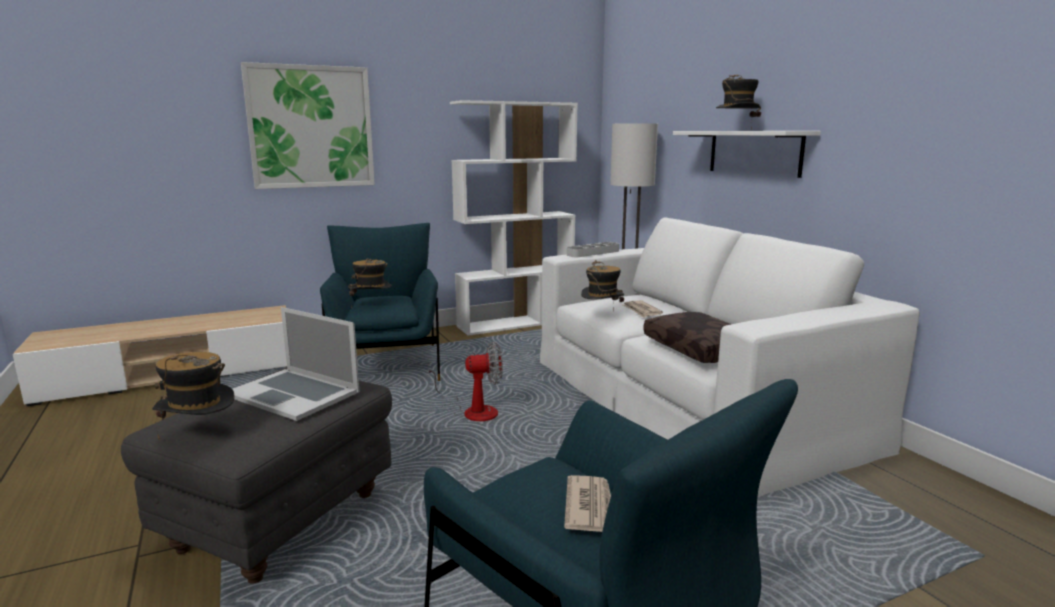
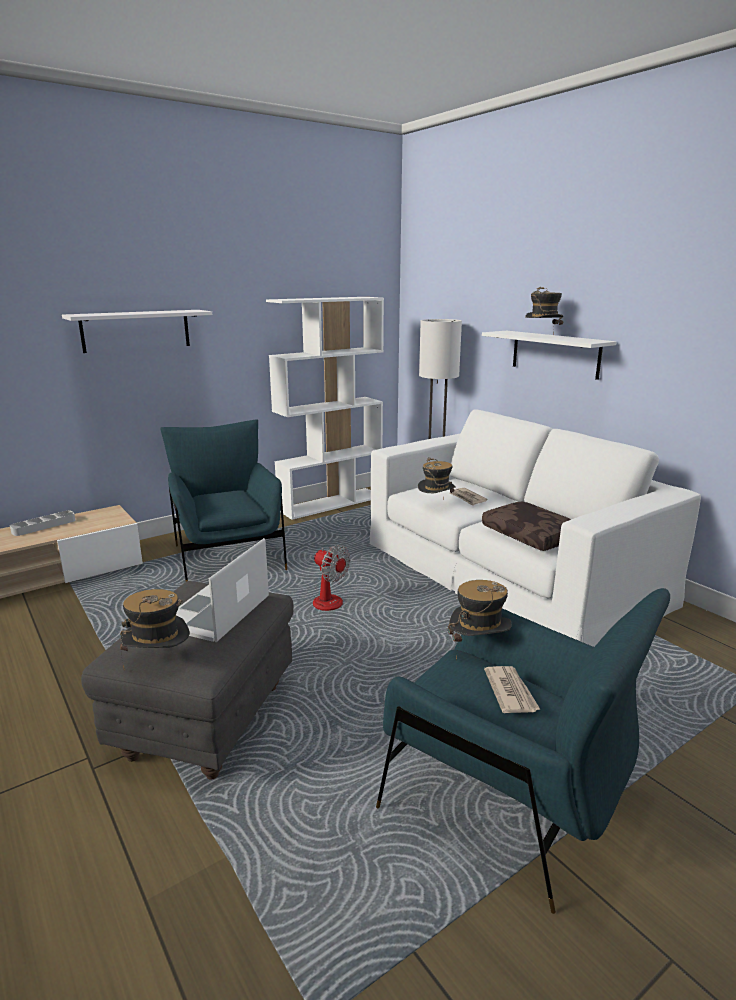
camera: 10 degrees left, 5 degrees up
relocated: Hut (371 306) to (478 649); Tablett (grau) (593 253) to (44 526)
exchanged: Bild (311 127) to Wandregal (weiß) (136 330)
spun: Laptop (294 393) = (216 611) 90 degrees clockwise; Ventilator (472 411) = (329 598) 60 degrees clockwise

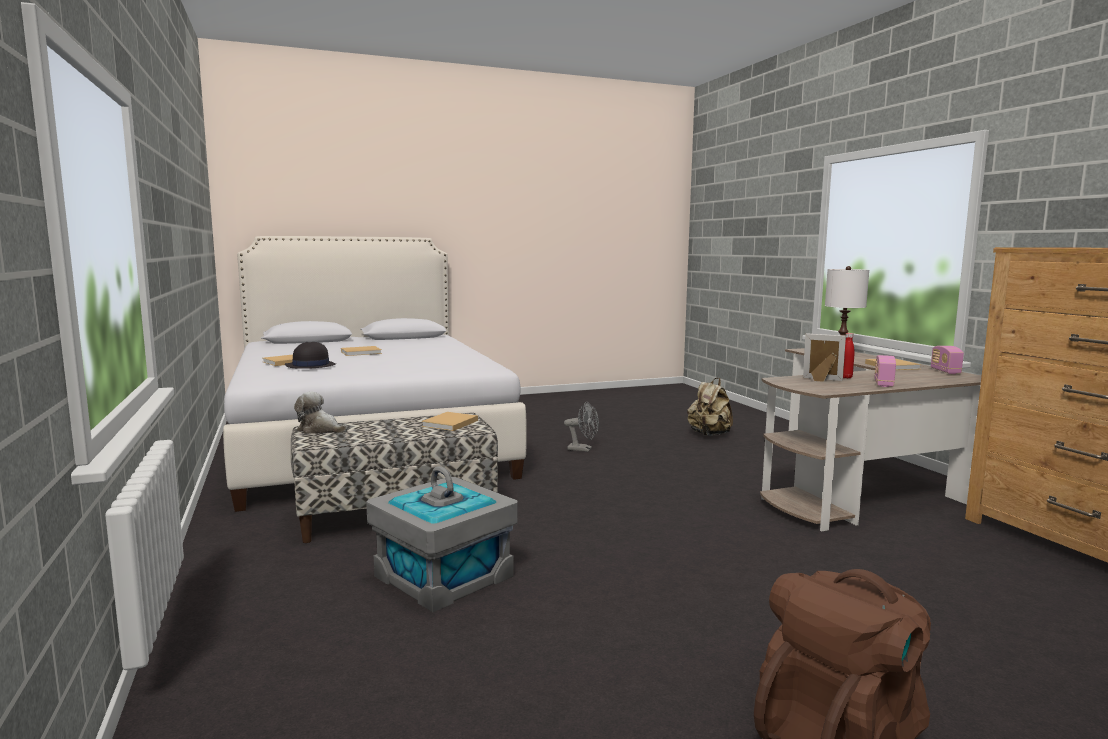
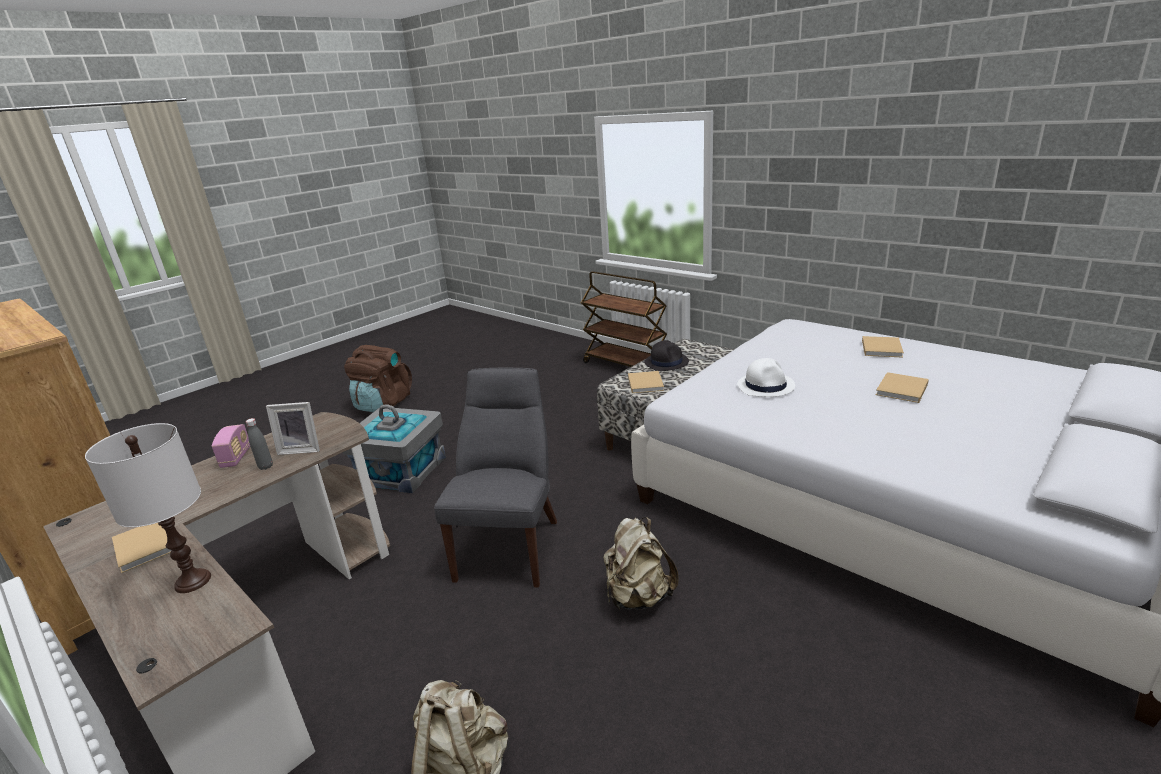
camera: 155 degrees right, 15 degrees up
missing: Plüschtier (320 430); Radio (945 371)
appeared: Stuhl (grau) (510 546); Rollwagen (braun) (626 365); Hut (weiß) (766 386)
relocated: Hut (schwarz) (310 366) to (666 362); Aufbewahrungsbox (grau) (443 576) to (402 471)
exchanged: Ventilator (grau) (583 449) to Rucksack (beige) (638 596)
colour: Flasche (rot) (846 377) to Flasche (grau) (266 466)

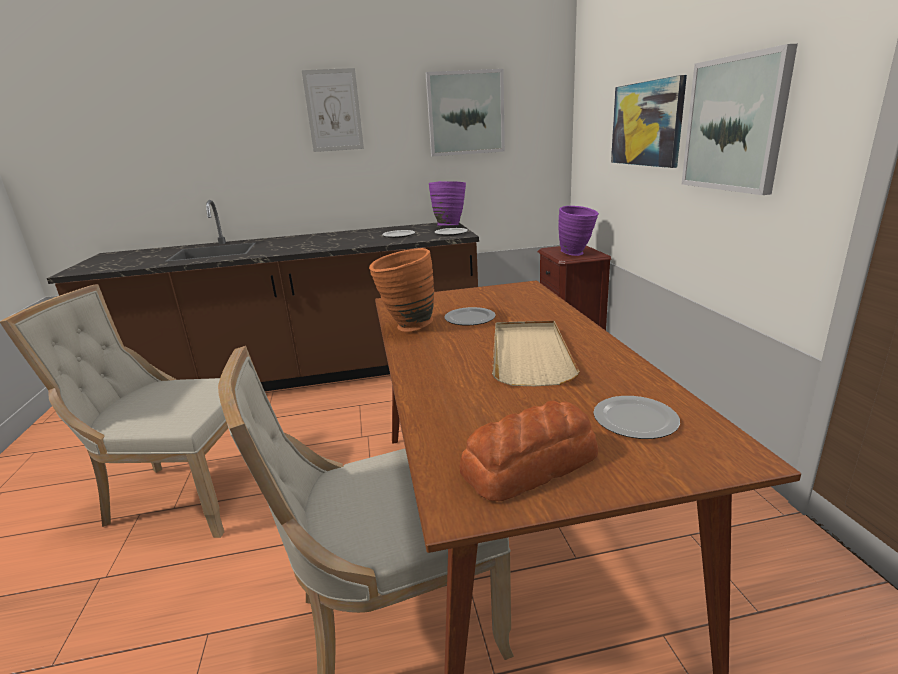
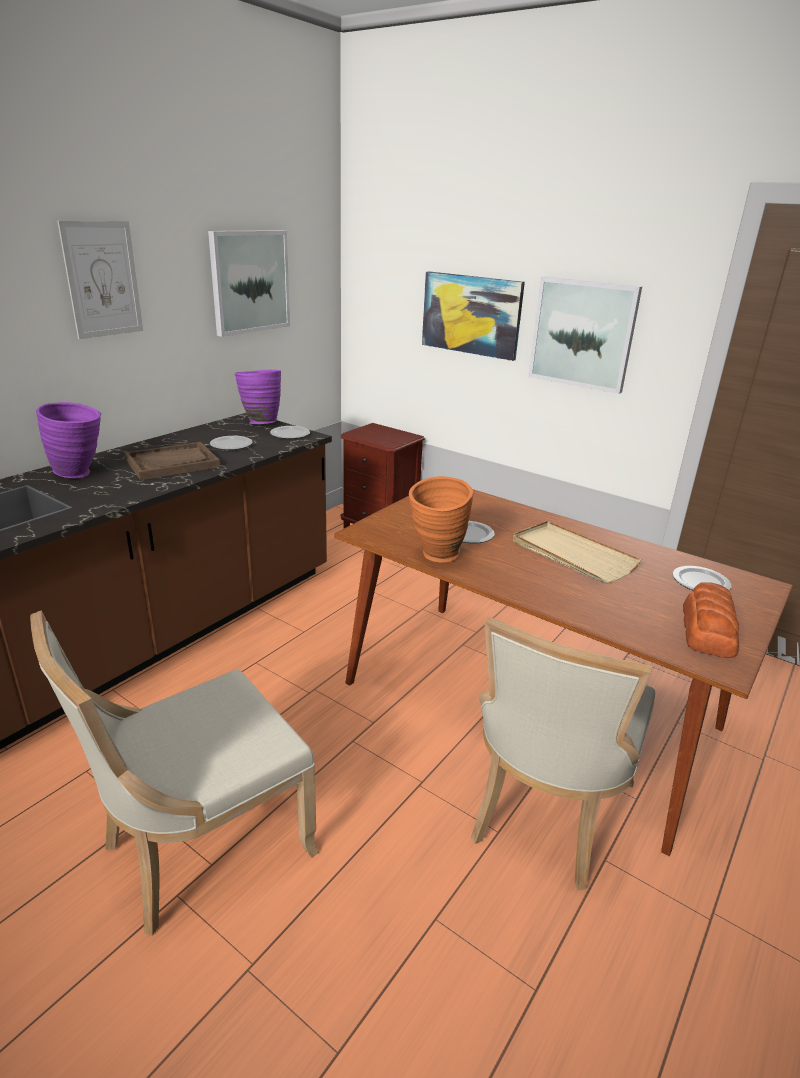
camera: 45 degrees left, 5 degrees up
appeared: Tablett (braun) (172 463)
relocated: Vase (lila) (577 254) to (81 474)

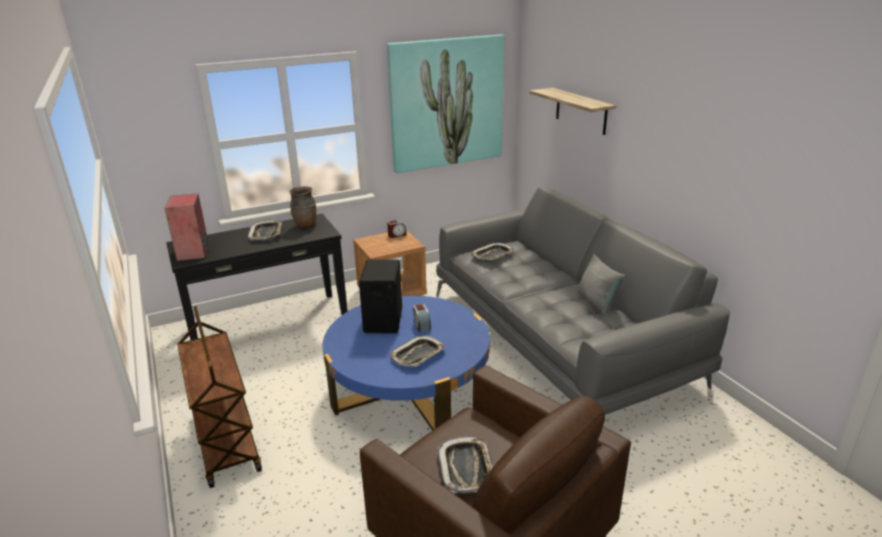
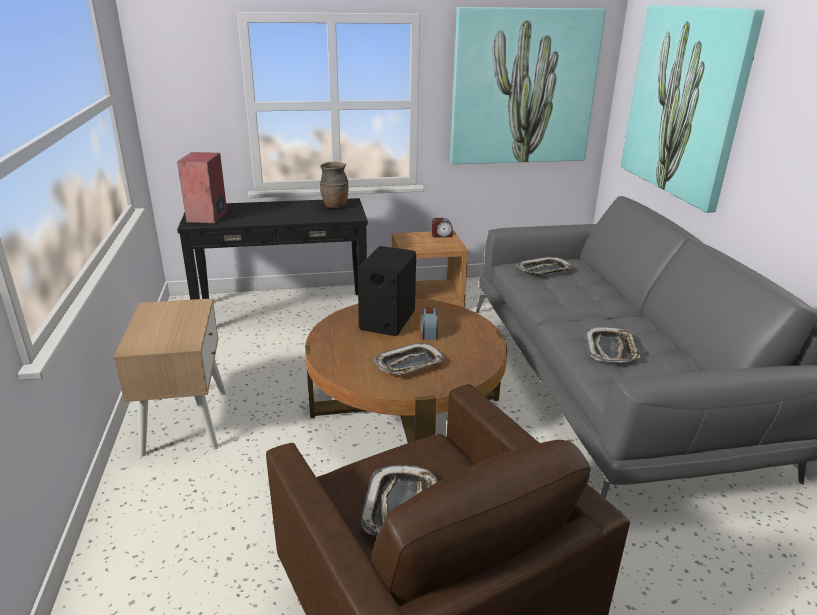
camera: 15 degrees right, 0 degrees up
missing: Kissen (grau) (596 302)
relocated: Tablett (266 233) to (611 349)
exchanged: Rollwagen (braun) (225 441) to Nachttisch (beige) (185 421); Wandregal (581 111) to Bild (685 102)
colour: Couchtisch (blau) (409 387) to Couchtisch (braun) (405 404)

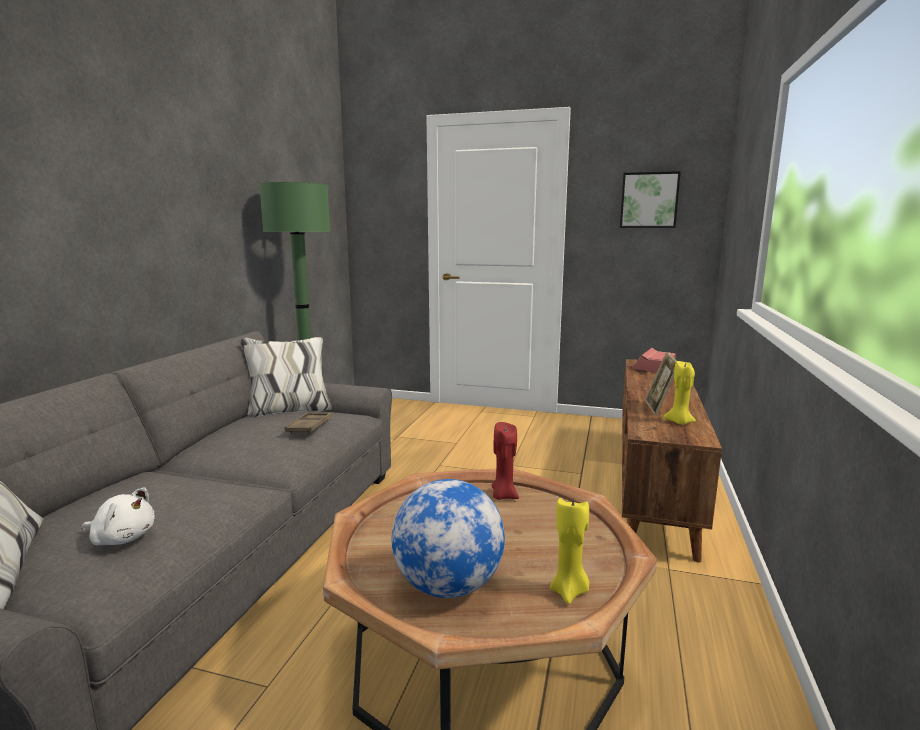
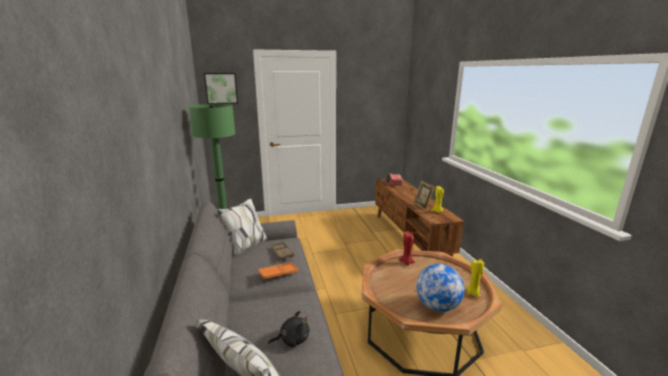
camera: 30 degrees left, 5 degrees up
appeared: Tablett (orange) (278 273)
relocated: Bild (649 200) to (221 88)
colour: Plüschtier (weiß) (122 538) to Plüschtier (schwarz) (292 339)

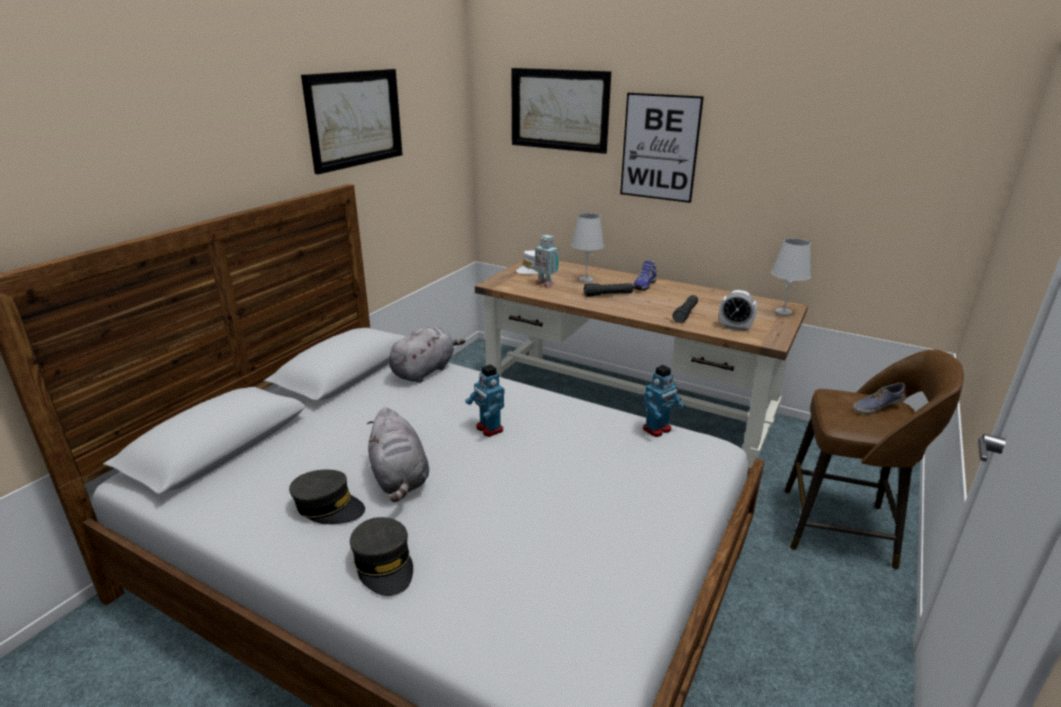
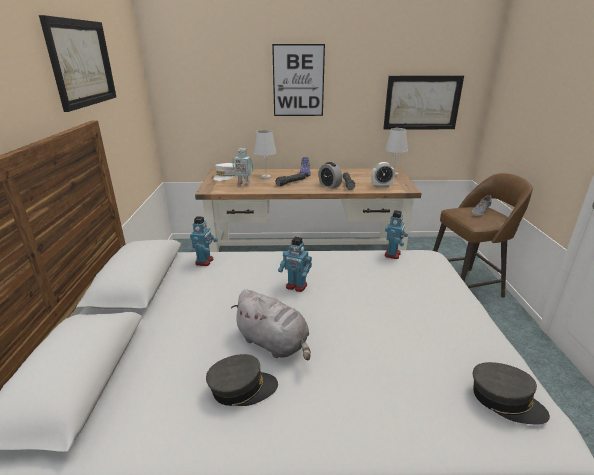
camera: 30 degrees left, 0 degrees up
appeared: Wecker (329 185)
relocated: Kappe (grau) (384 564) to (505 400); Bild (559 110) to (422 103)
exchanged: Plüschtier (grau) (425 371) to Spielzeugroboter (205 261)

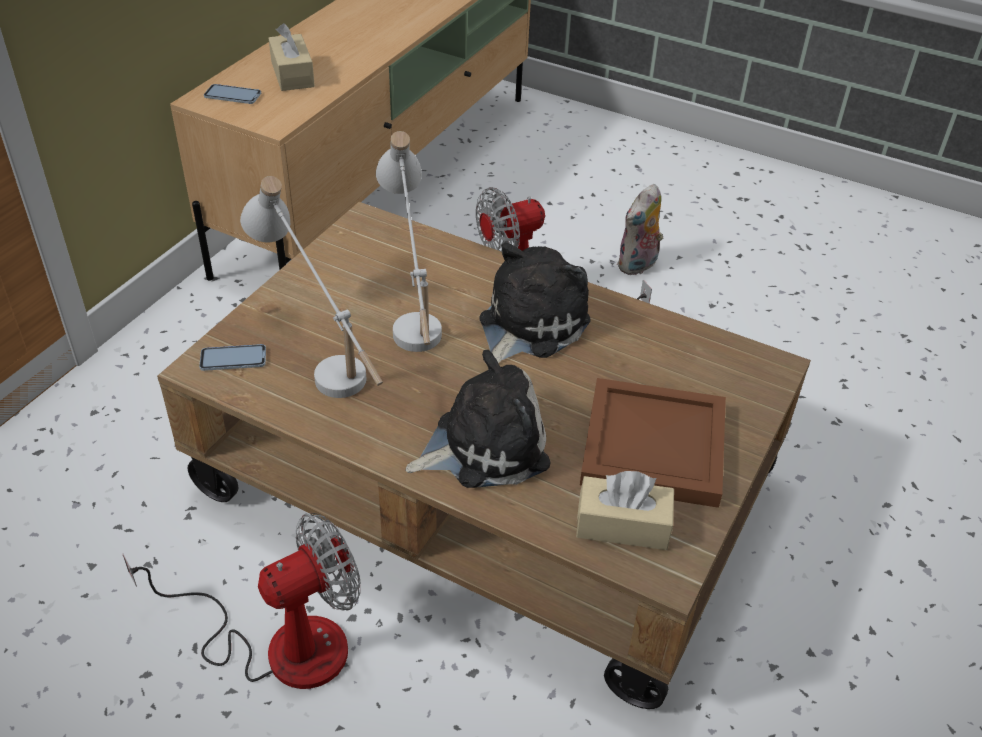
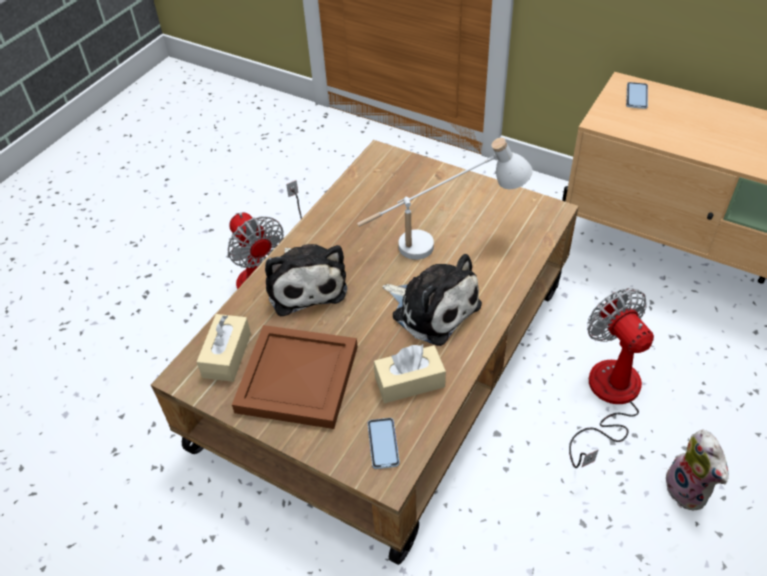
camera: 95 degrees right, 5 degrees up
missing: Tischlampe (weiß) (321 358)
relocated: Handy (233 359) to (383 444); Taschentuchbox (beige) (292 74) to (409 382)
spun: Plüschtier (638 266) = (689 490) 150 degrees counterclockwise

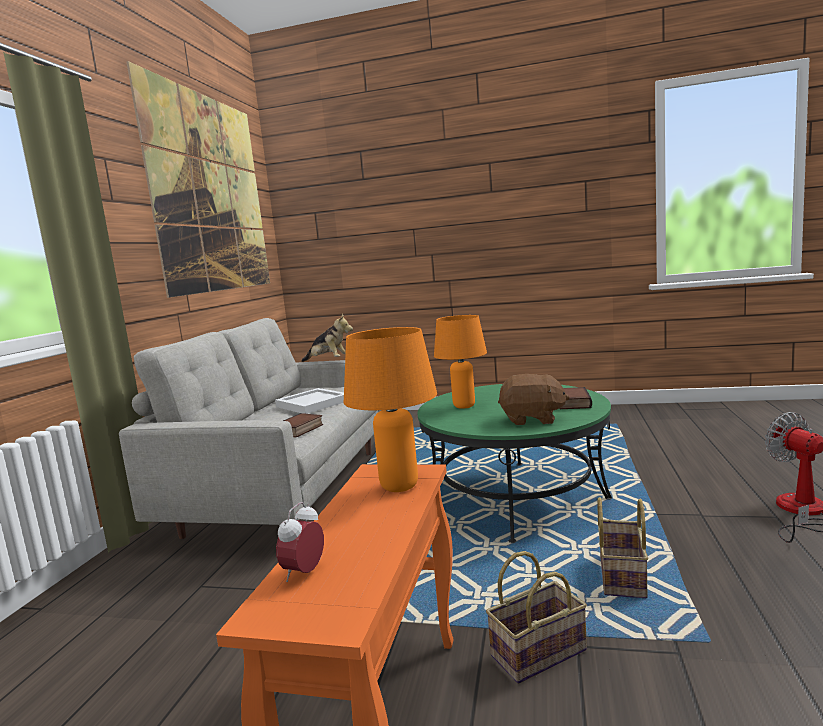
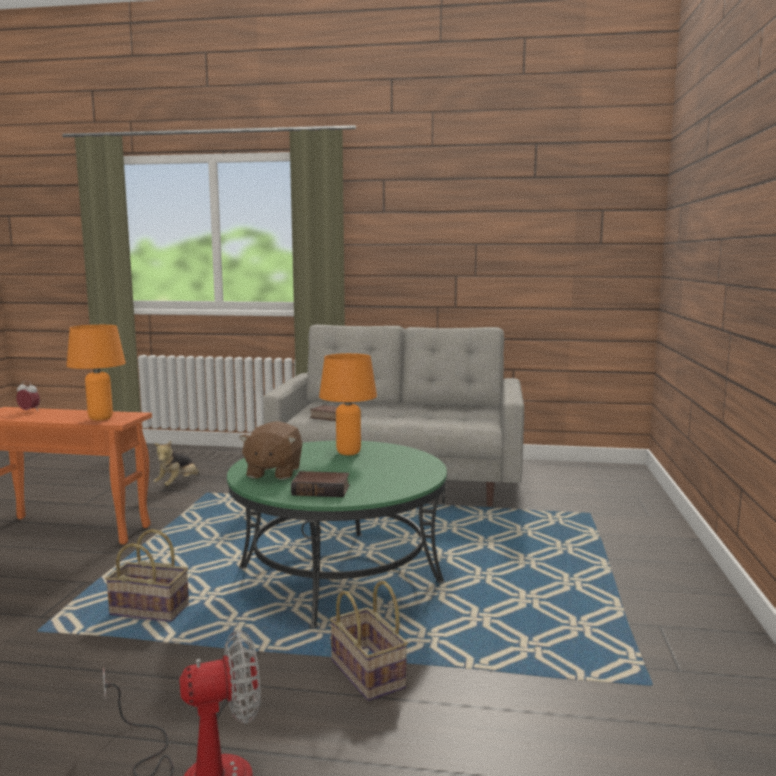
camera: 85 degrees right, 0 degrees up
missing: Bild (211 194); Tablett (weiß) (313 403)
relocated: Plüschtier (329 361) to (178 484); Korb (539 651) to (370 674)

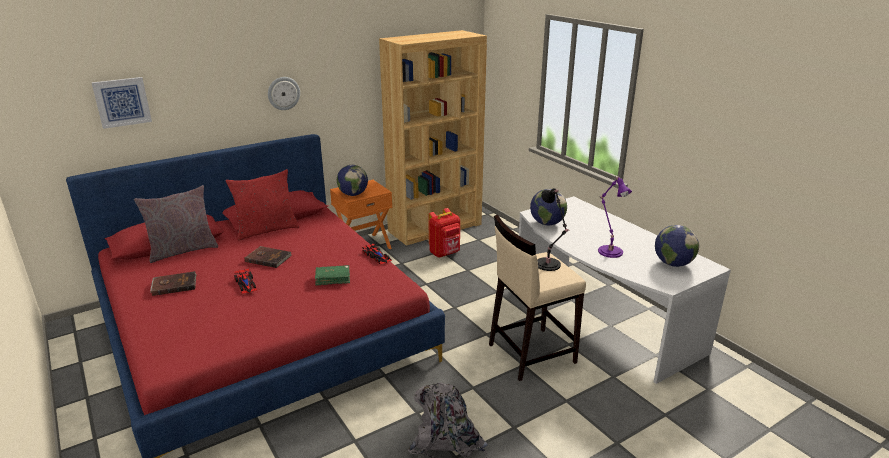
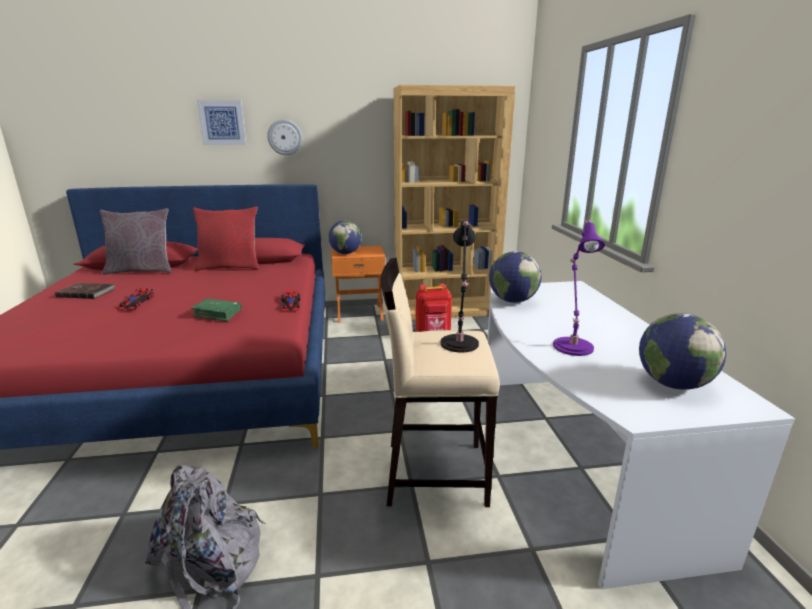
camera: 25 degrees right, 5 degrees down
missing: Buch (braun) (268 258)
relocated: Bild (122 102) to (222 122)

